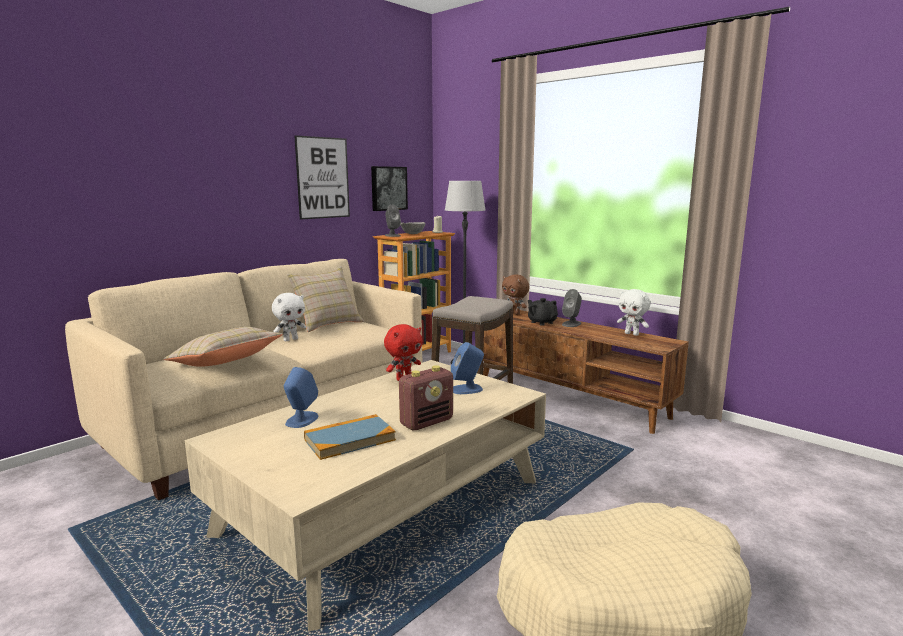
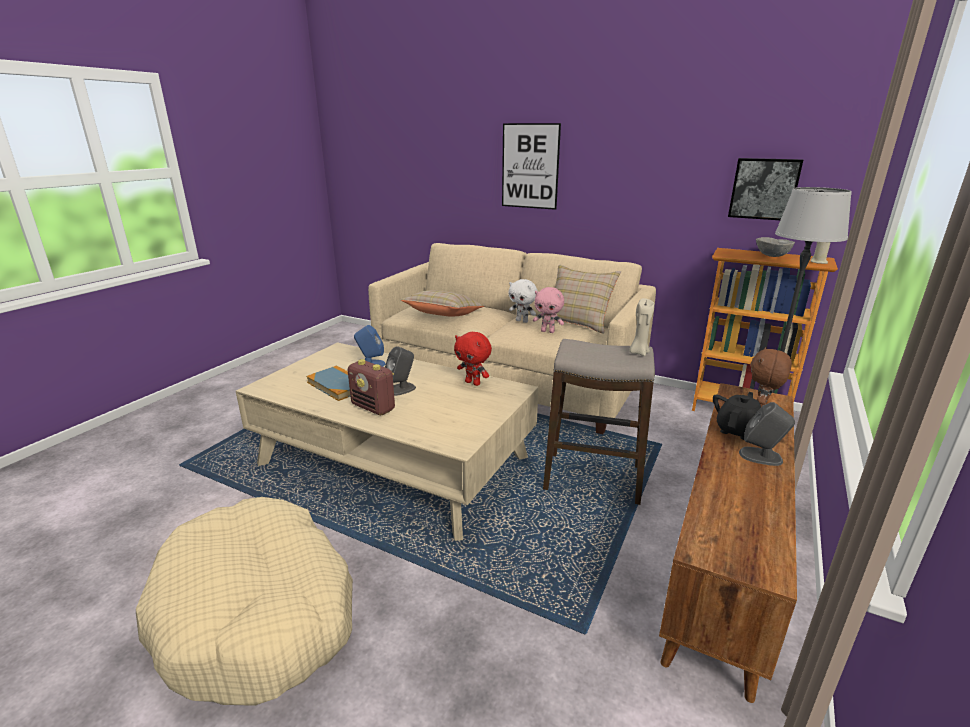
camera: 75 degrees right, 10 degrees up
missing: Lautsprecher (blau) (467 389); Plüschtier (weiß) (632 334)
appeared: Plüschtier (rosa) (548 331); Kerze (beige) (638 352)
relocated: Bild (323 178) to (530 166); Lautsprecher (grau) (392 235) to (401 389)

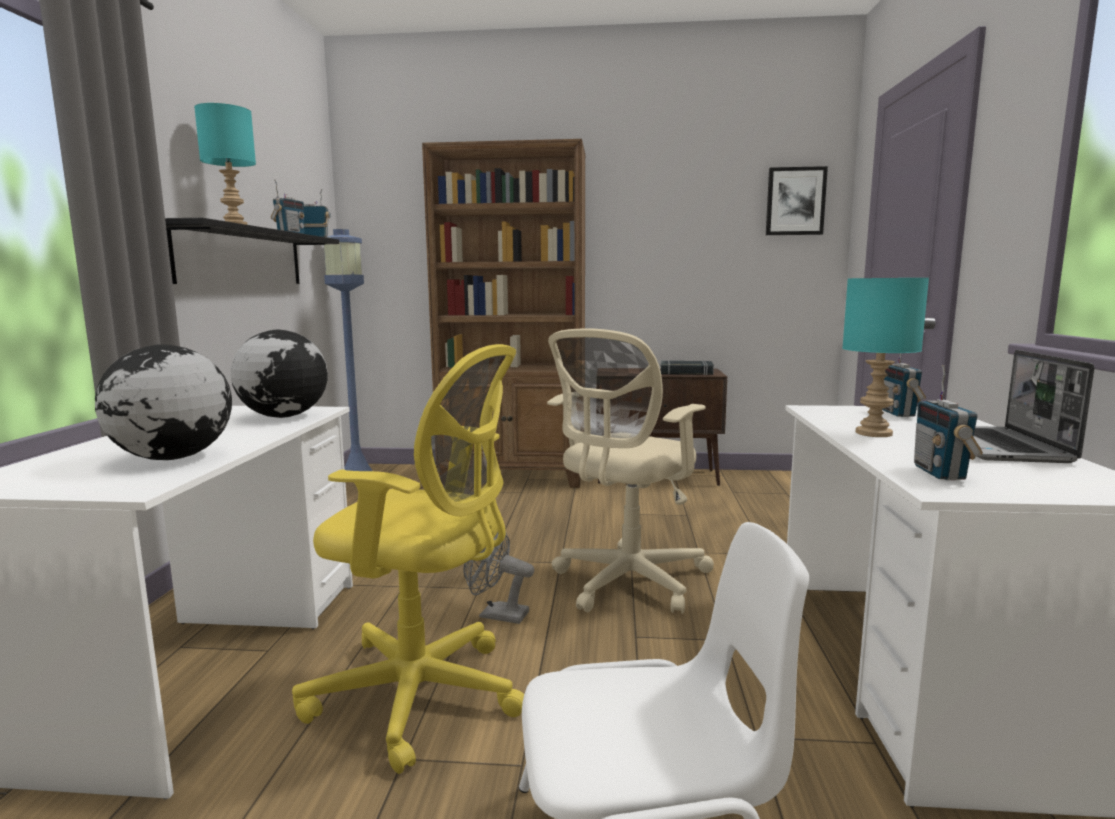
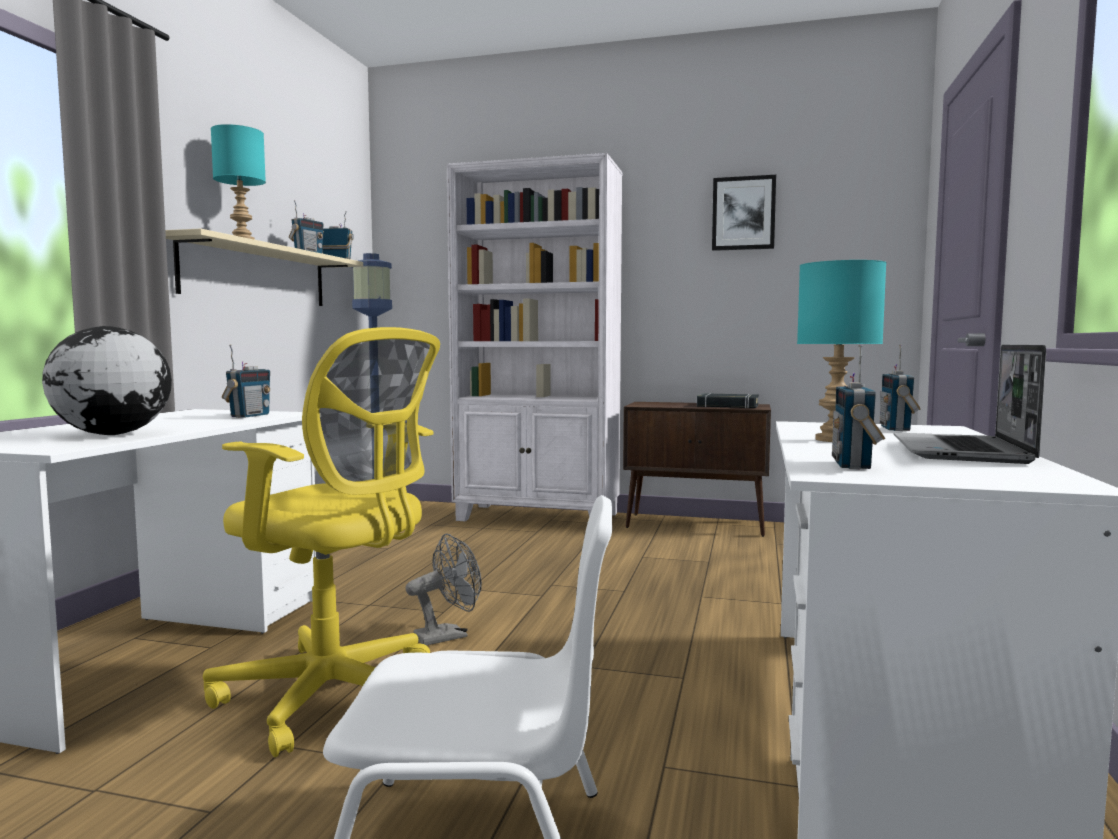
camera: 10 degrees right, 5 degrees down
missing: Bürostuhl (beige) (626 583)
relocated: Bild (795 201) to (743 213)
exchanged: Globus (283 416) to Radio (249 416)
colour: Wandregal (schwarz) (242 257) to Wandregal (beige) (257 275); Bücherregal (braun) (515 476) to Bücherregal (weiß) (538 517)
spun: Ventilator (grau) (496 614) = (448 635) 120 degrees clockwise

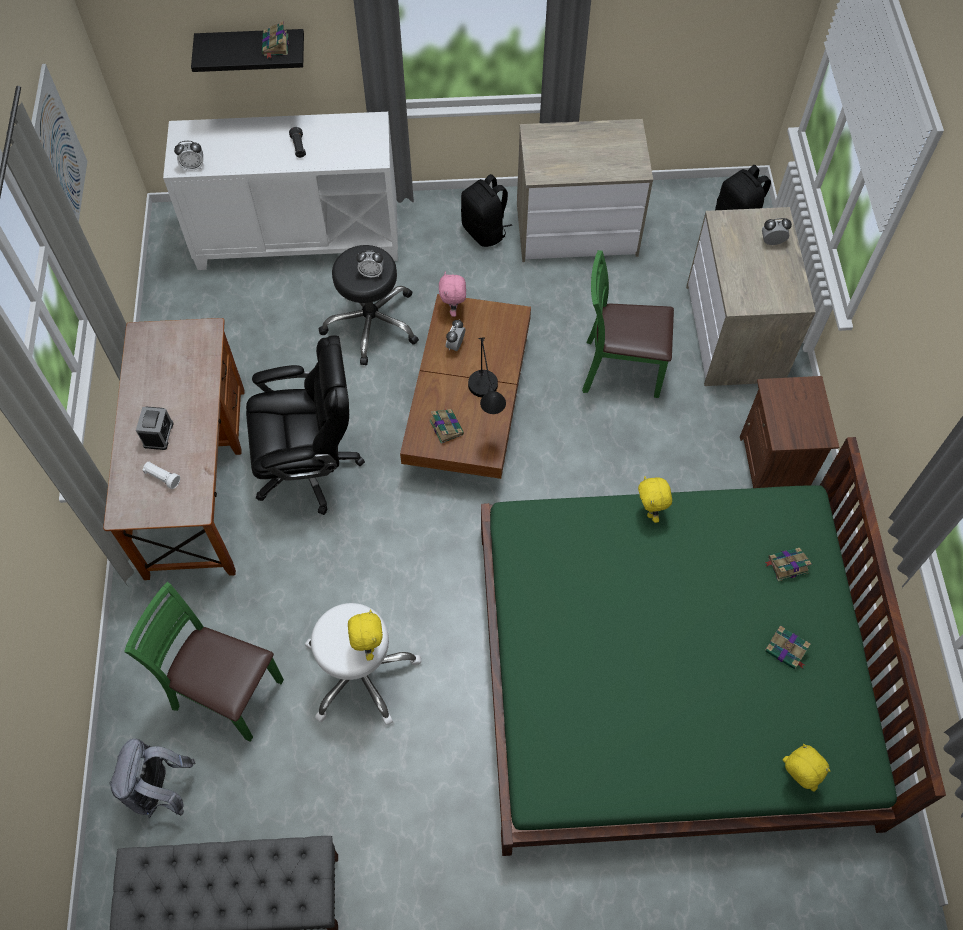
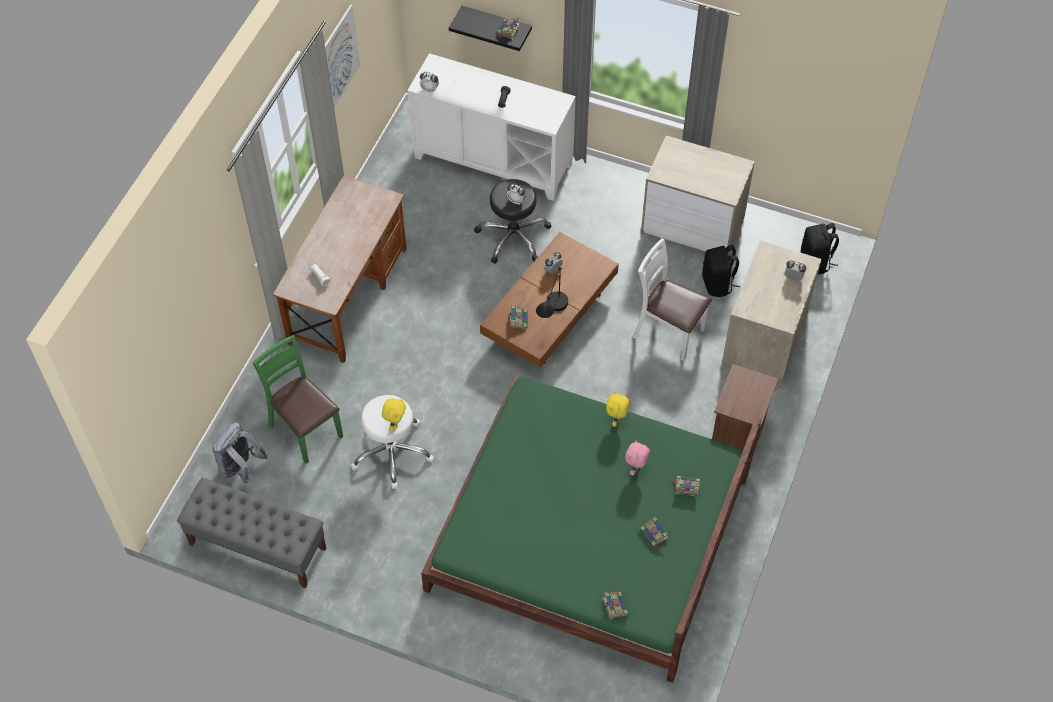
camera: 25 degrees right, 5 degrees down
missing: Wecker (158 434); Bürostuhl (schwarz) (310 466)
relocated: Plüschtier (rosa) (453 309) to (636 468); Rucksack (schwarz) (485 231) to (718 284)
exchanged: Plüschtier (gelb) (795 777) to Buch (615 606)
colour: Stuhl (grün) (620 369) to Stuhl (weiß) (668 332)

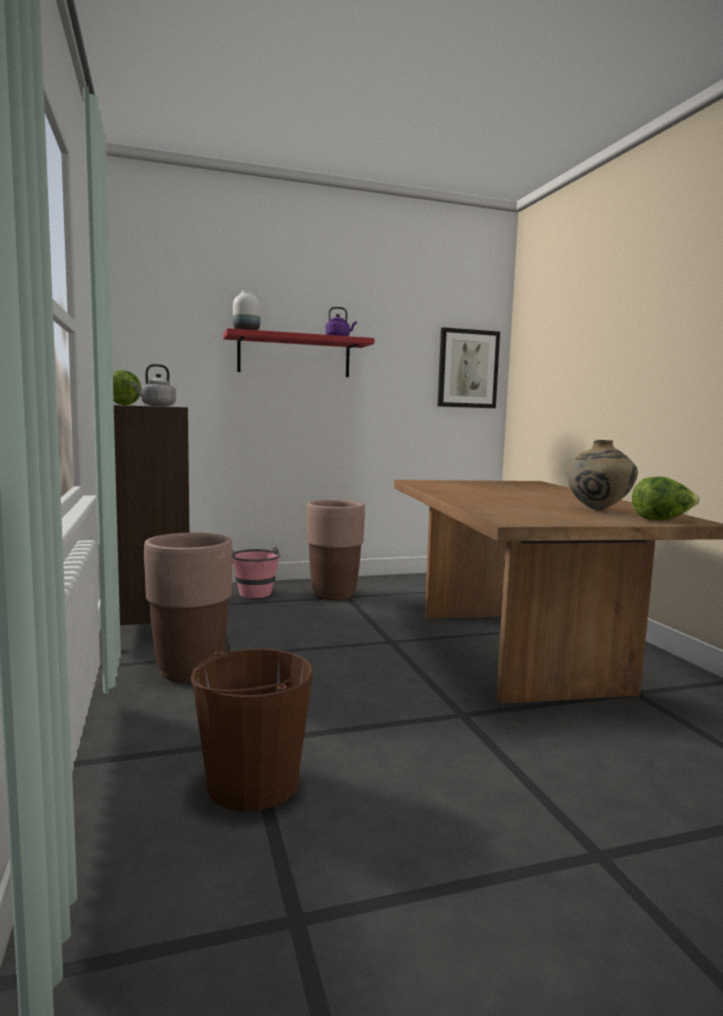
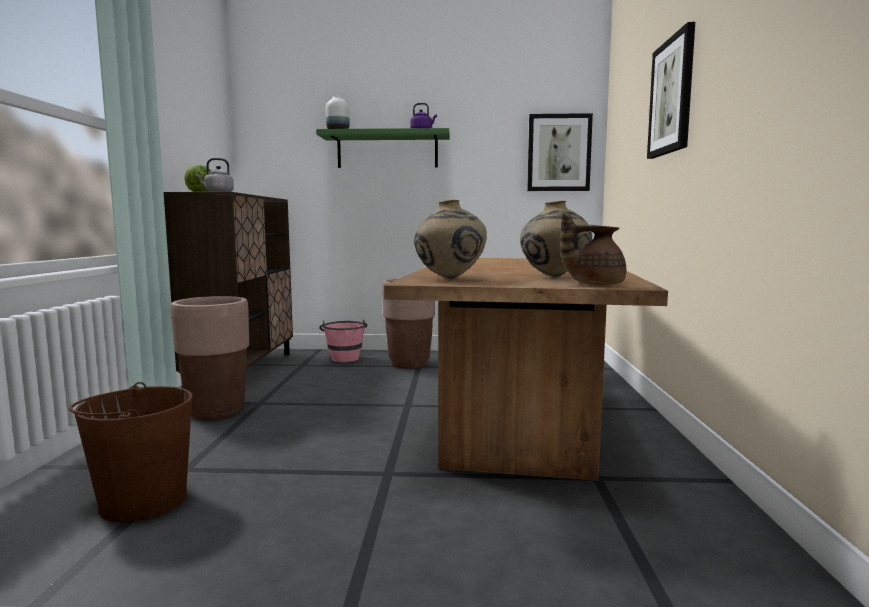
camera: 20 degrees right, 0 degrees up
appeared: Vase (beige) (450 279); Bild (672 96)
exchanged: Salatkopf (662 520) to Teekanne (braun) (593 284)
colour: Wandregal (rot) (294 356) to Wandregal (grün) (387 151)

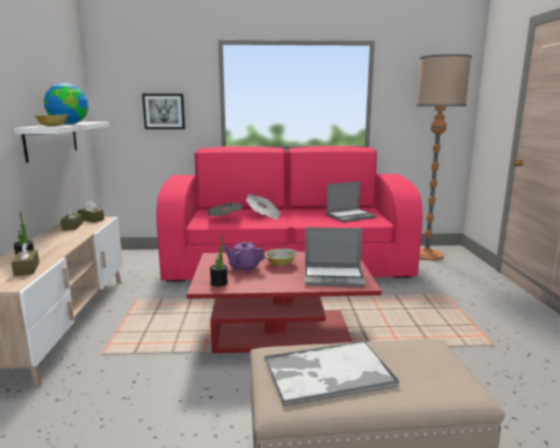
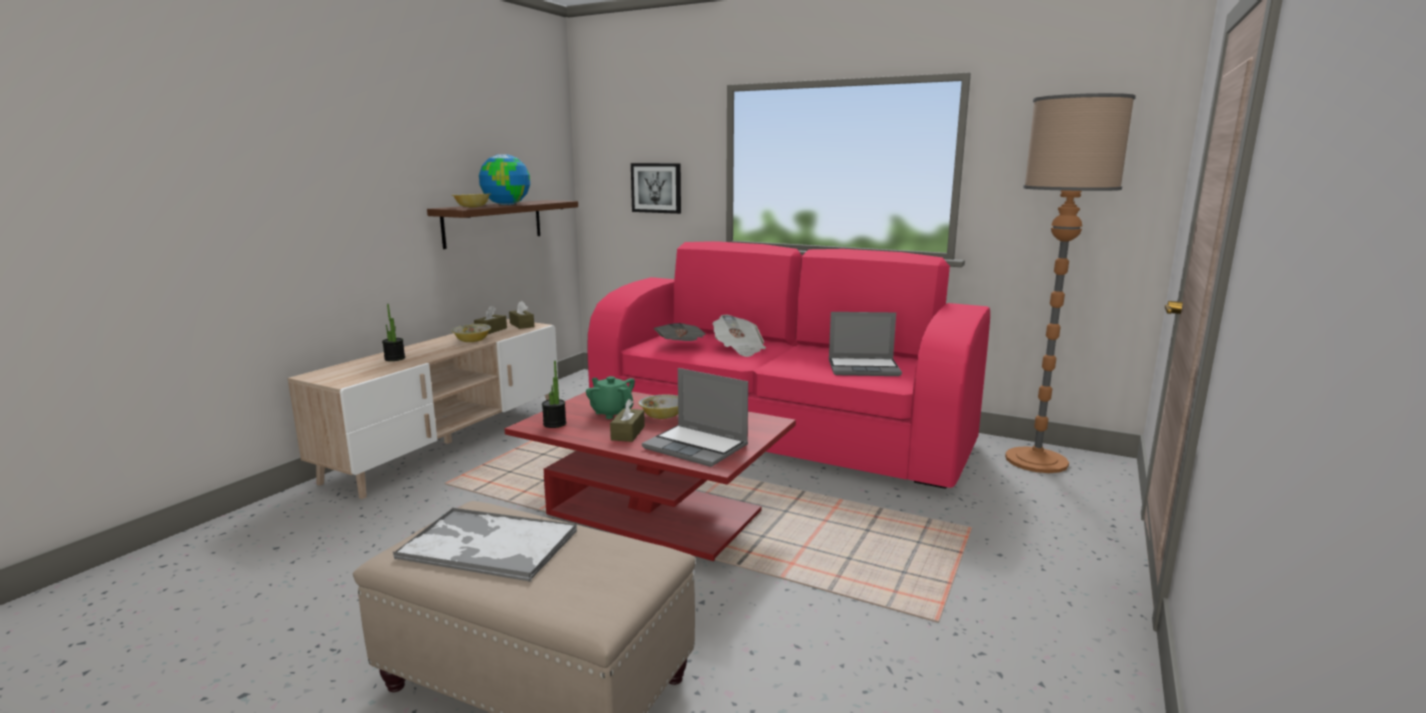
camera: 30 degrees right, 0 degrees up
appeared: Schüssel (472 341)
relocated: Taschentuchbox (braun) (27 269) to (628 433)
colour: Wandregal (weiß) (52 140) to Wandregal (braun) (493 223); Teekanne (lila) (244 268) to Teekanne (grün) (612 413)

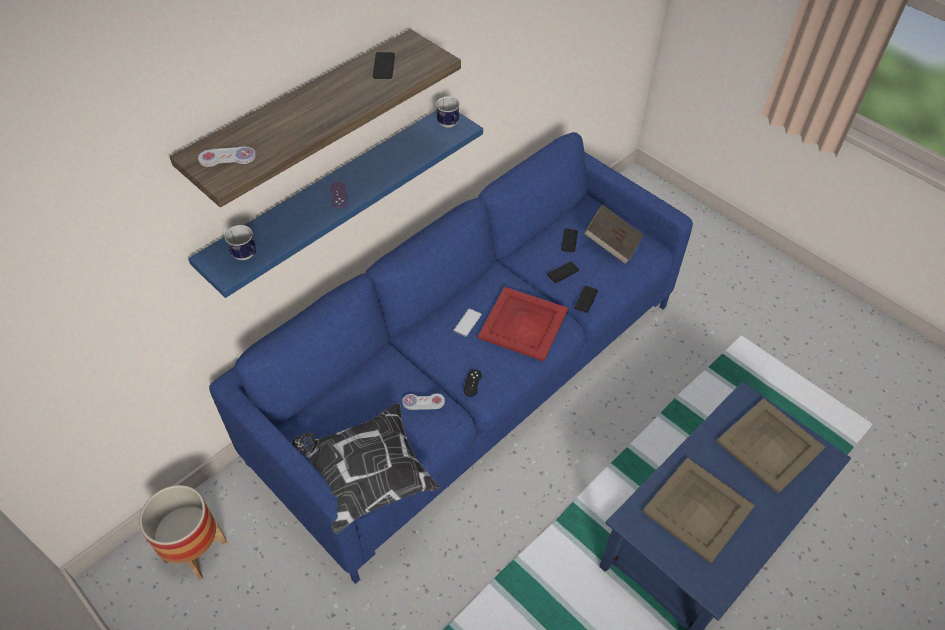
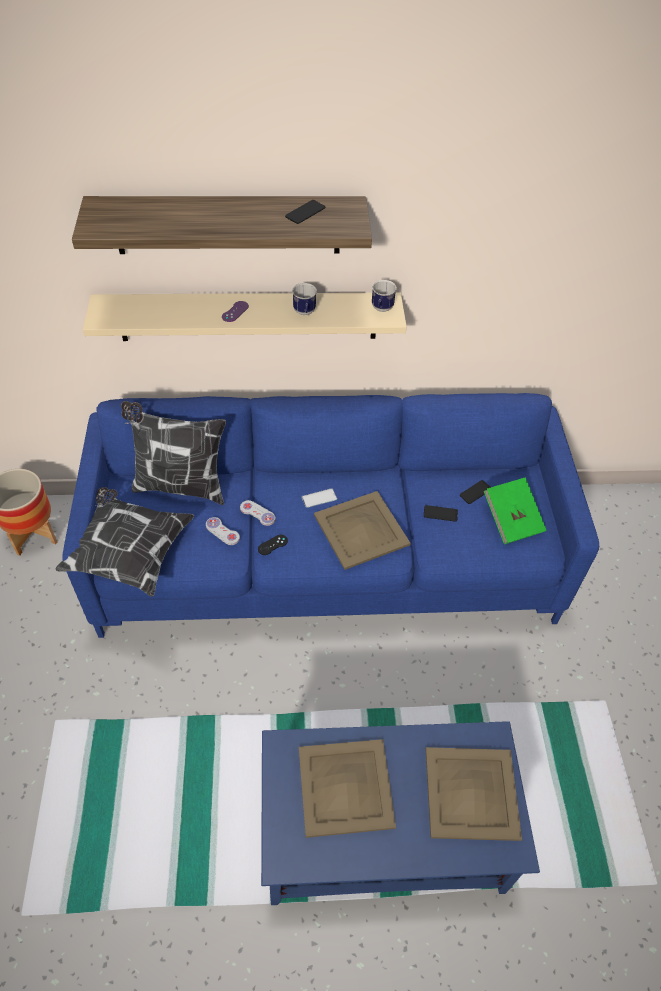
camera: 40 degrees right, 0 degrees up
missing: Handy (586 299)
appeared: Kissen (179 486)
relocated: Gamepad (weiß) (227 158) to (257 513); Henkelbecher (247 256) to (304 313)
colour: Wandregal (blau) (332 196) to Wandregal (beige) (248 316); Tablett (rot) (522 324) to Tablett (beige) (360 529); Buch (braun) (612 243) to Buch (grün) (512 519)

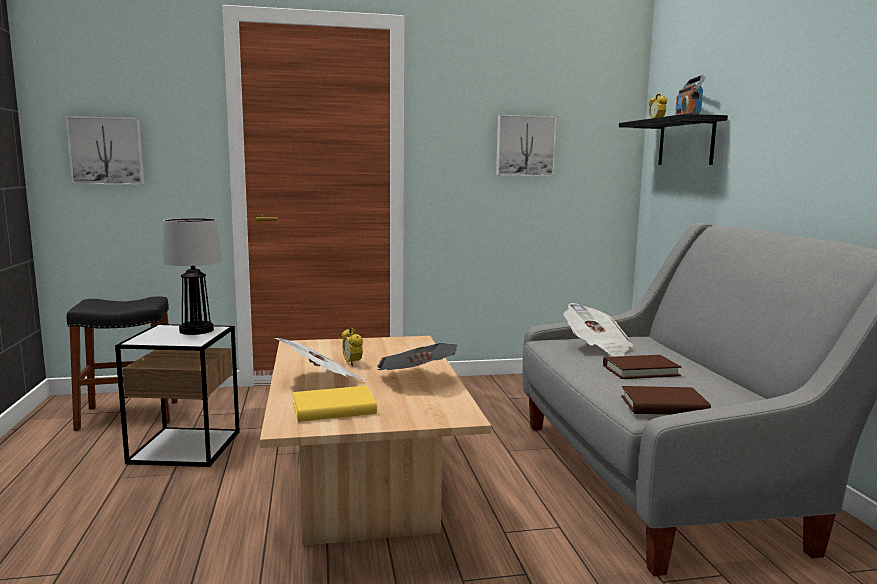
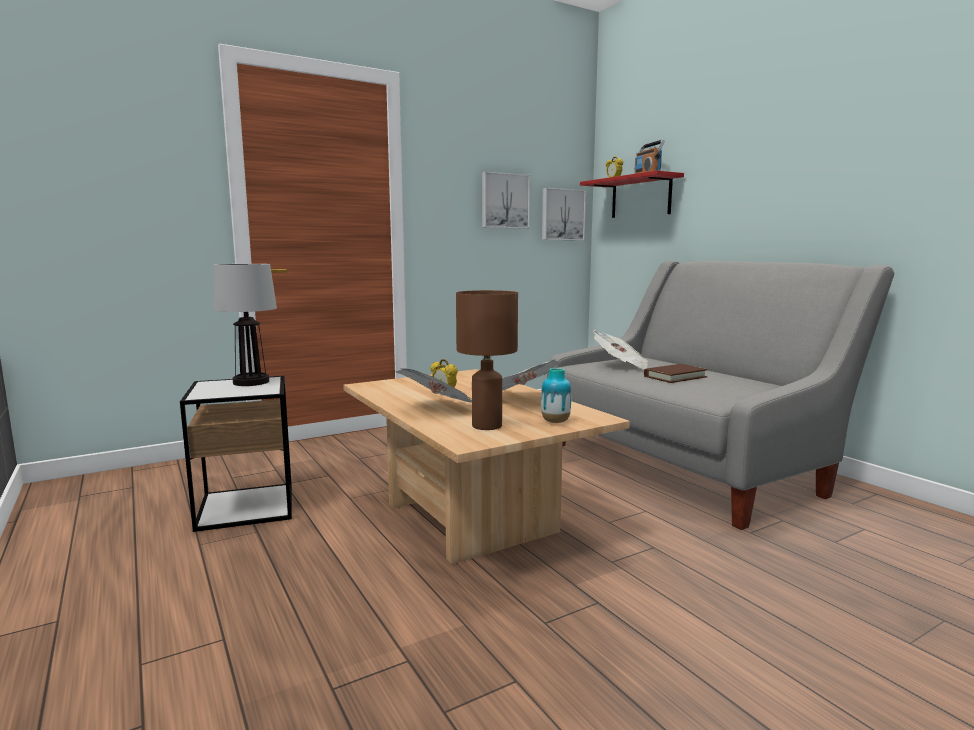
camera: 20 degrees left, 0 degrees up
missing: Hocker (schwarz) (128 415); Buch (braun) (664 406)
appeared: Vase (555 422)
relocated: Bild (107 151) to (562 215)
exchanged: Buch (gelb) (334 409) to Tischlampe (braun) (486 426)
colour: Wandregal (schwarz) (686 142) to Wandregal (rot) (641 197)

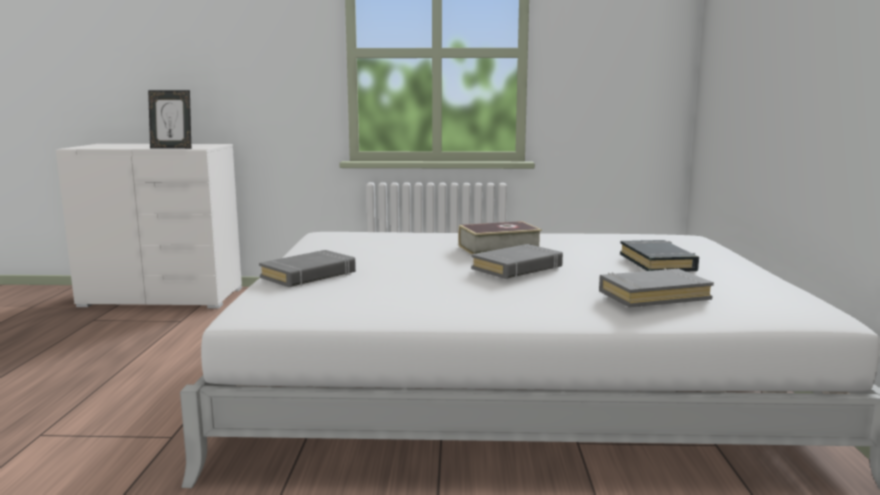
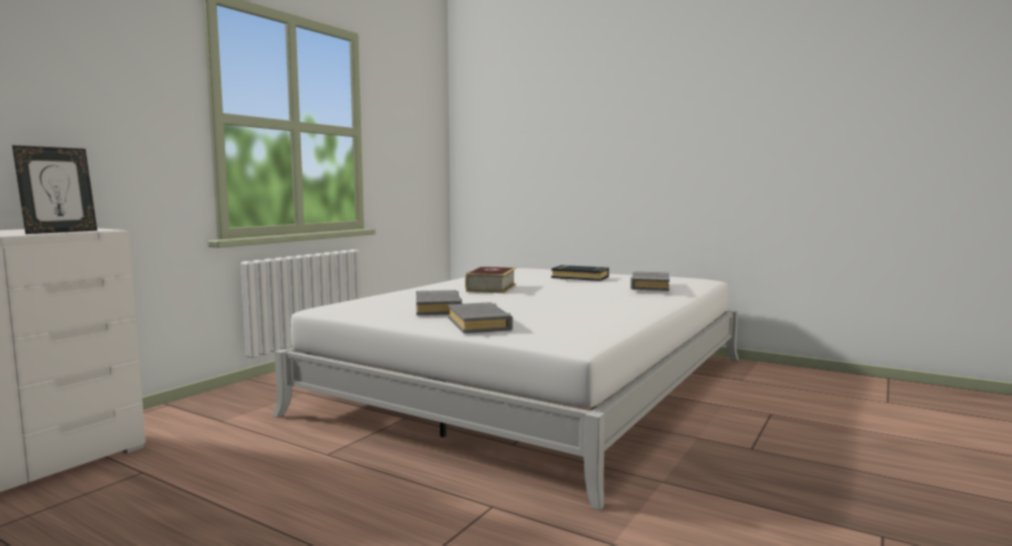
camera: 60 degrees left, 5 degrees down
relocated: Buch (grau) (517 268) to (438 308)

